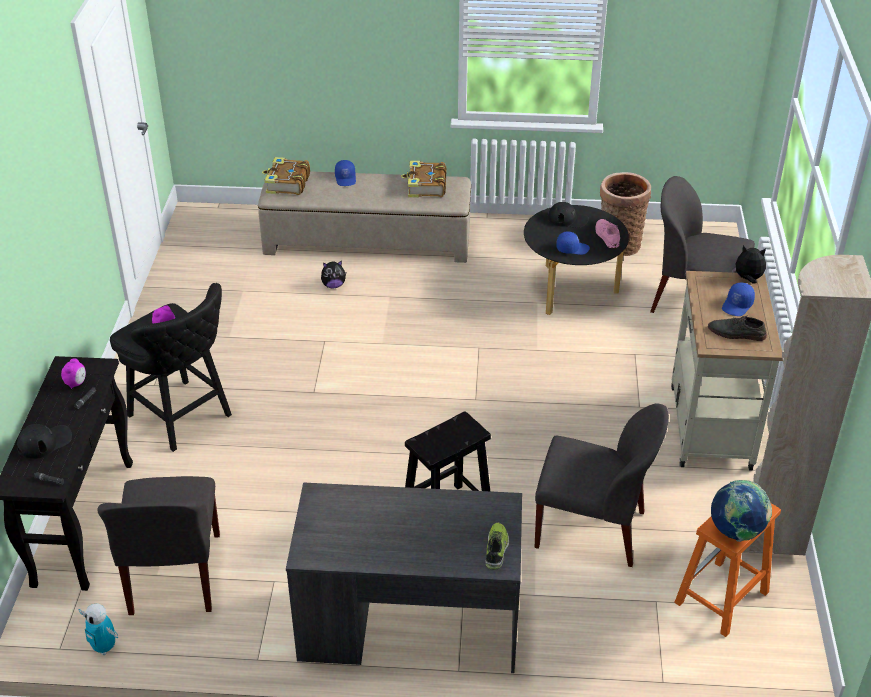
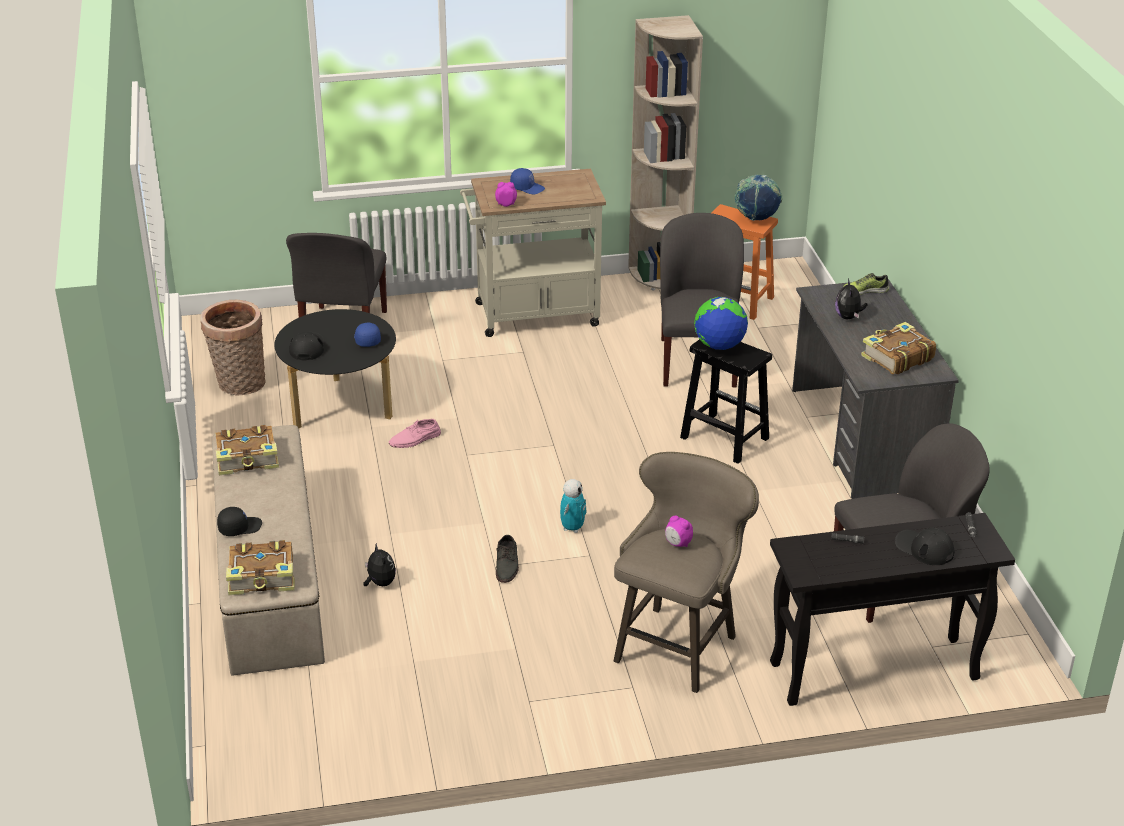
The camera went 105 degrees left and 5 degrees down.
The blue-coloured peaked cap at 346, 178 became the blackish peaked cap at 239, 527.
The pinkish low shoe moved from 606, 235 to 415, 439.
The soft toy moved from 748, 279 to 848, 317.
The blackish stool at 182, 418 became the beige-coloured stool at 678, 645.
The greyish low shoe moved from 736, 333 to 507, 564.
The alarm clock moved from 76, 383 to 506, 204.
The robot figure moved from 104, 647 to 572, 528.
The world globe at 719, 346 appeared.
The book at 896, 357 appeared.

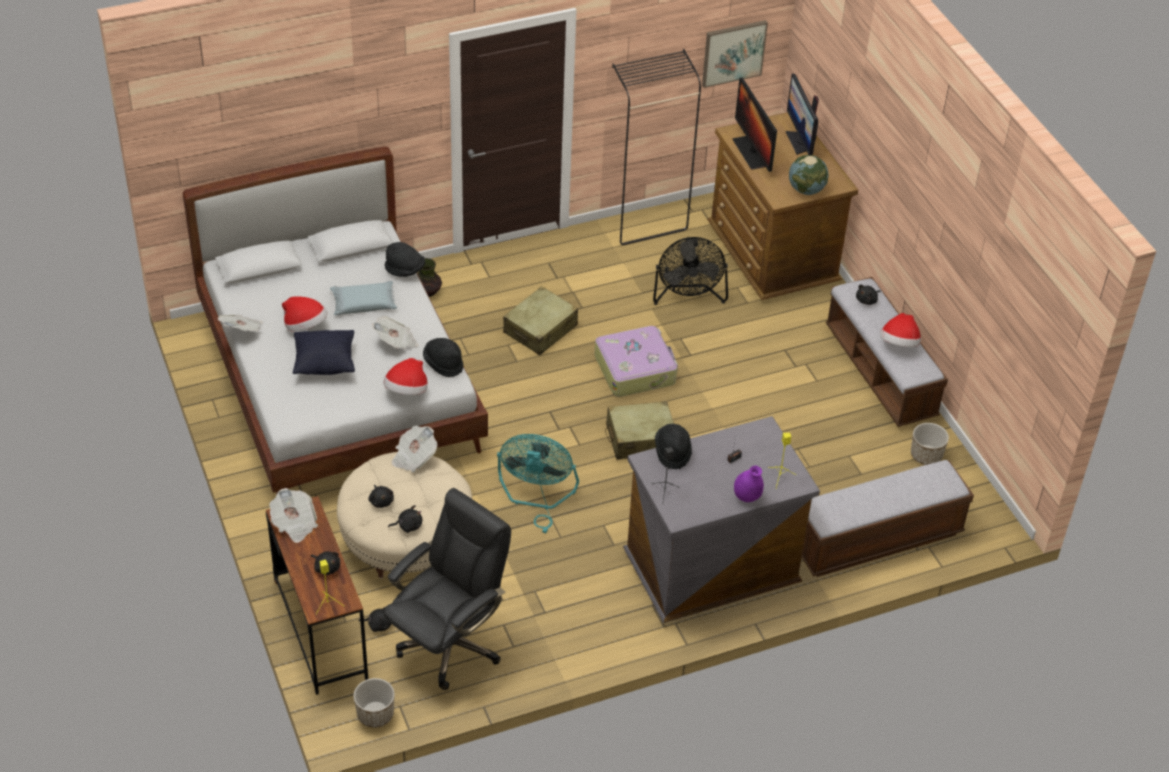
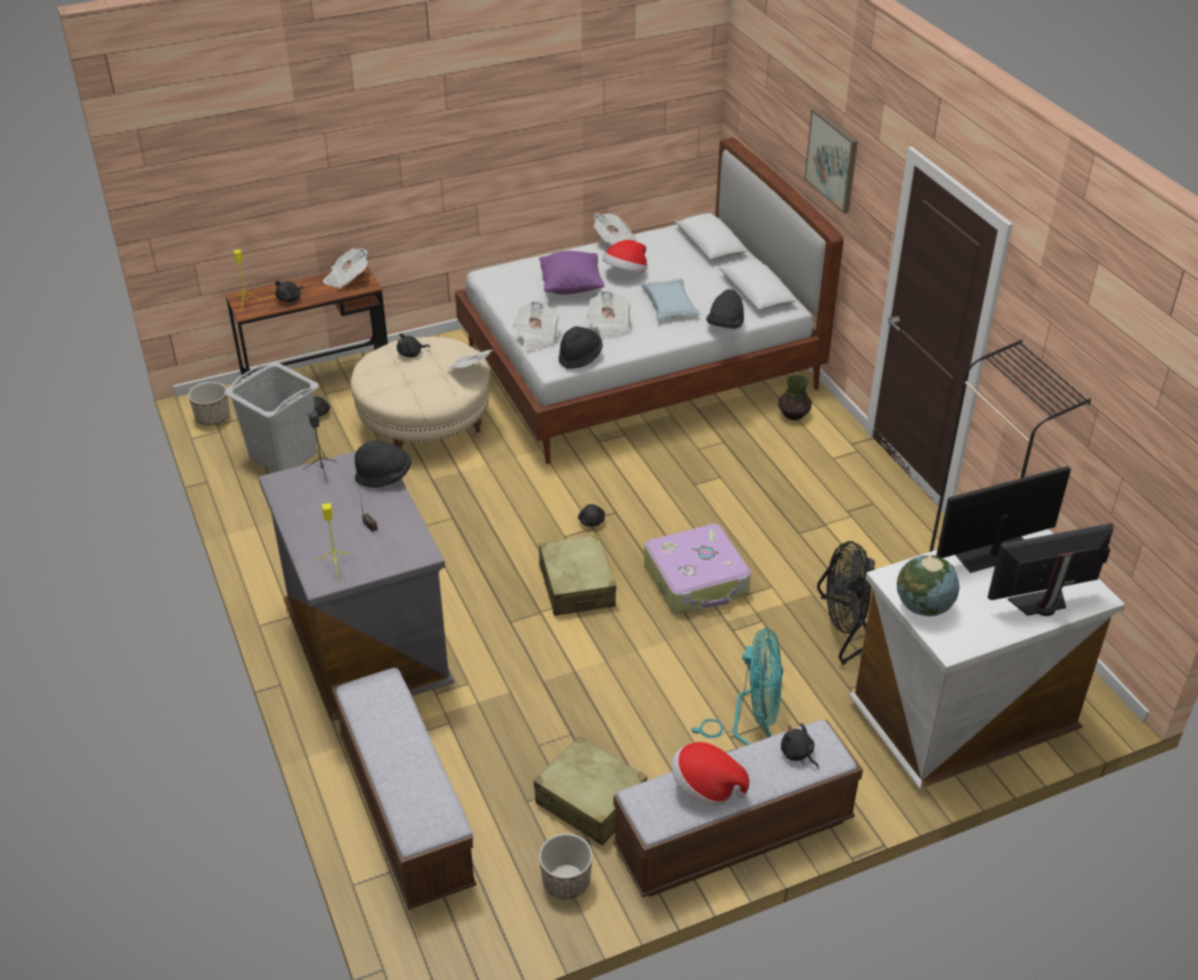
The camera went 90 degrees right and 5 degrees down.
The picture moved from 733, 52 to 832, 160.
The brown dresser at 773, 255 became the white-coloured dresser at 961, 719.
The beige-coloured suitcase moved from 540, 329 to 591, 802.
The blackish cushion at 325, 364 became the purple cushion at 571, 287.
The clothing hat at 407, 391 was replaced by the printed paper at 536, 337.
The turquoise-coloured electric fan moved from 536, 498 to 750, 721.
The purple vase at 747, 497 disappeared.
The blackish office chair at 448, 648 was replaced by the greyish hamper at 283, 456.
The blackish soft toy moved from 408, 525 to 591, 521.

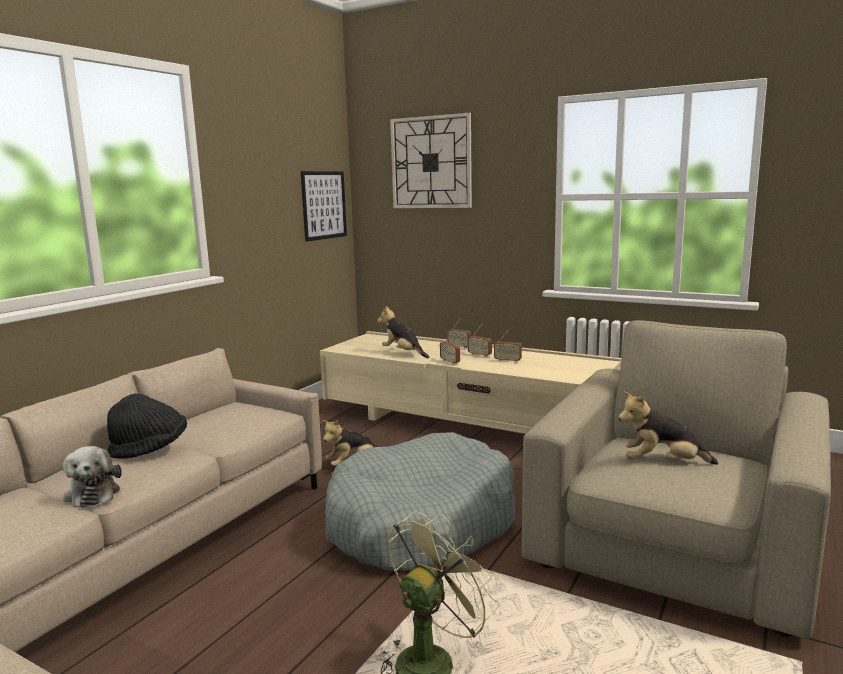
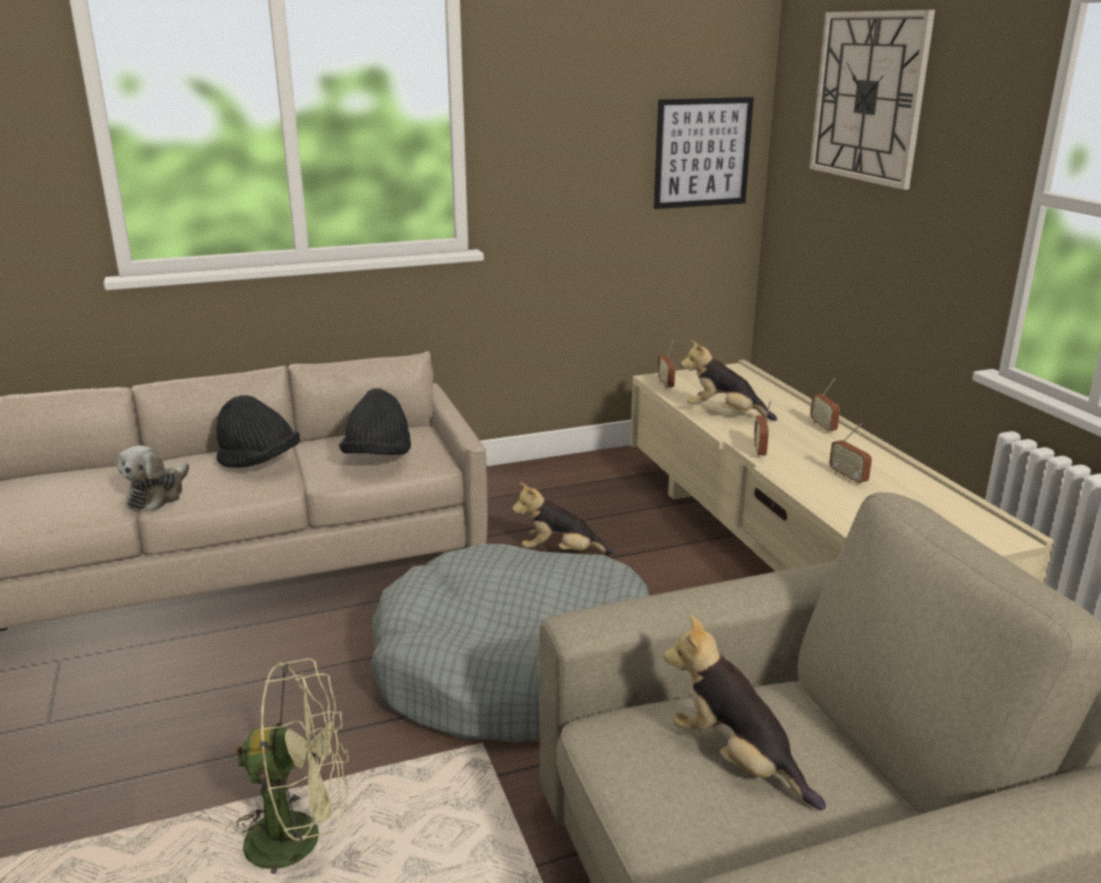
The camera went 40 degrees right and 10 degrees up.
The soft toy at 403, 353 turned 60 degrees counterclockwise.
The radio set moved from 479, 355 to 666, 384.
The blackish clothing hat at 378, 457 appeared.

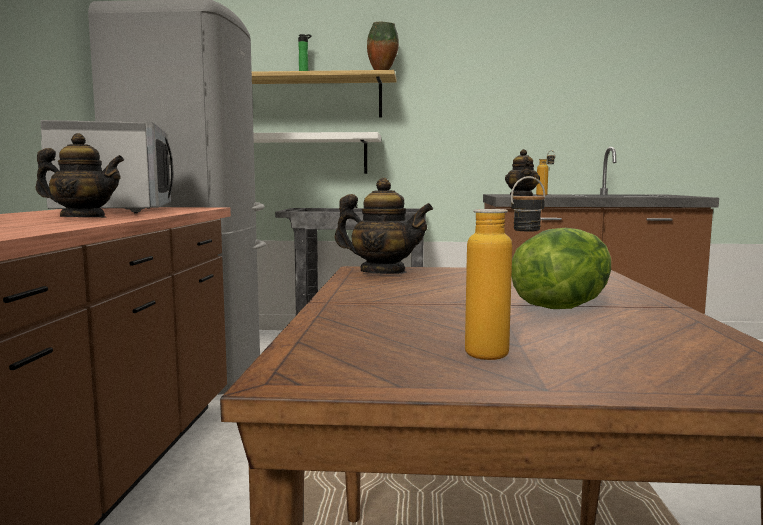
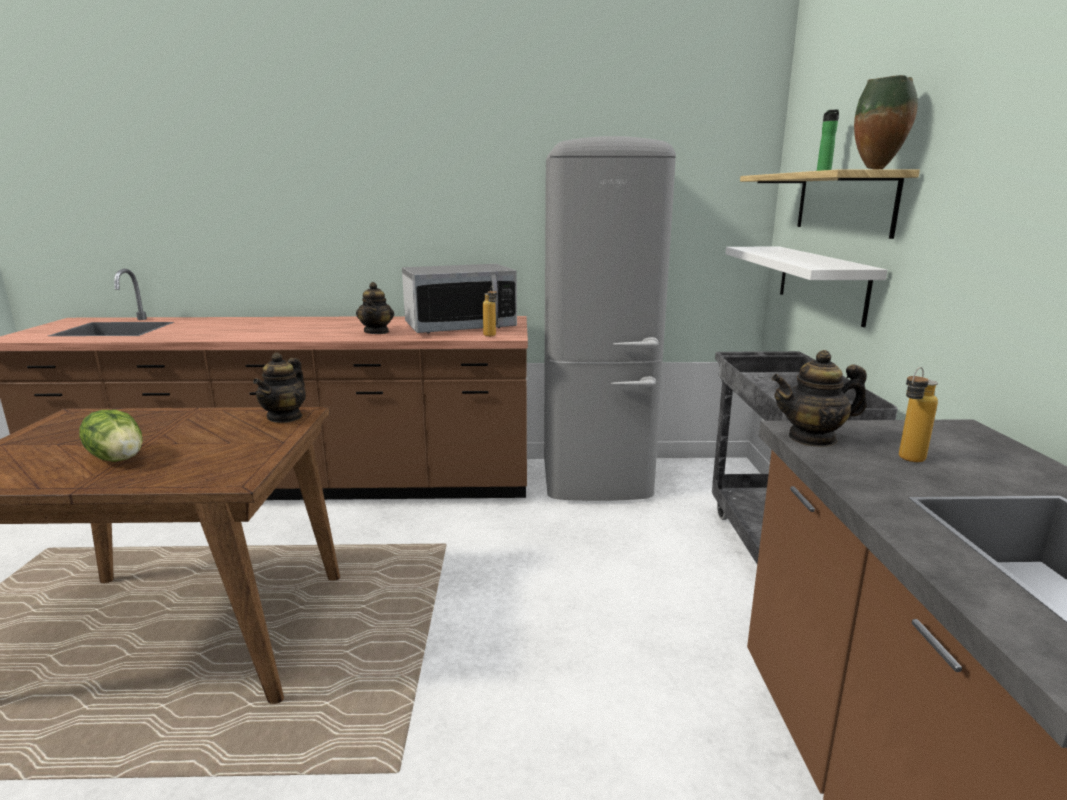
The camera went 85 degrees right and 10 degrees up.
The drink bottle moved from 503, 353 to 491, 336.

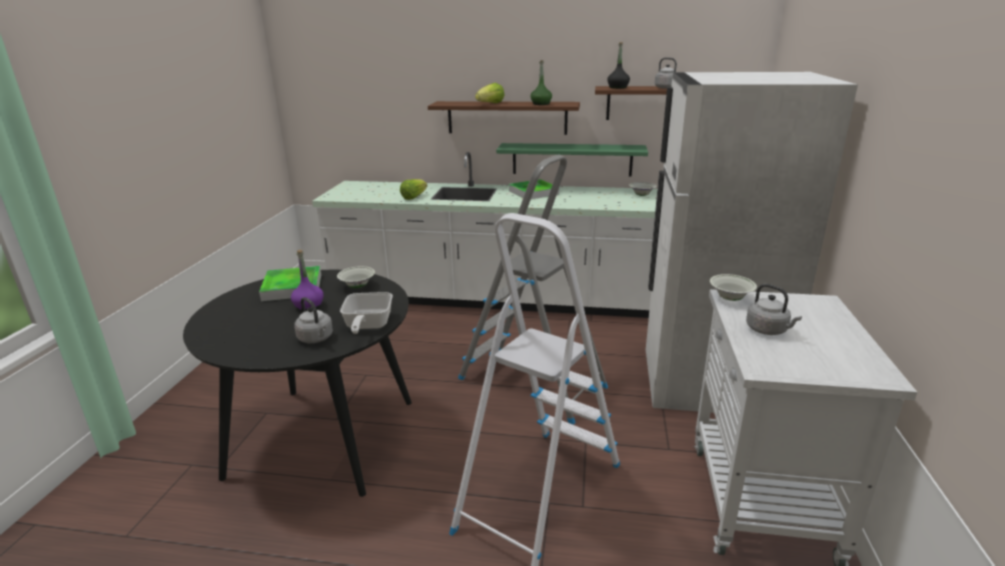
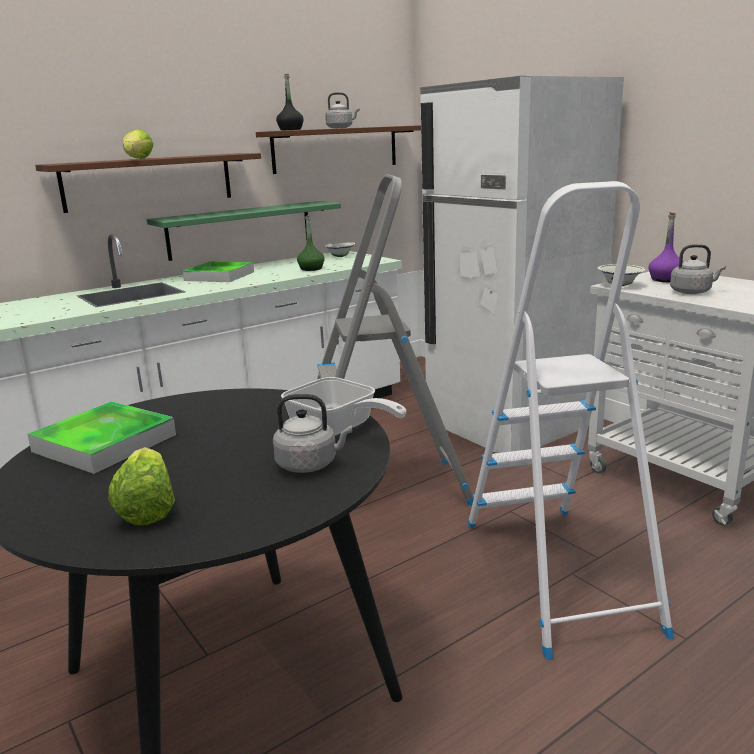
The camera went 45 degrees left and 5 degrees down.
The green-coloured drink bottle moved from 541, 104 to 311, 269.
The lettuce moved from 414, 197 to 147, 508.
The purple drink bottle moved from 309, 306 to 666, 279.
The white-coloured deep dish at 357, 286 disappeared.

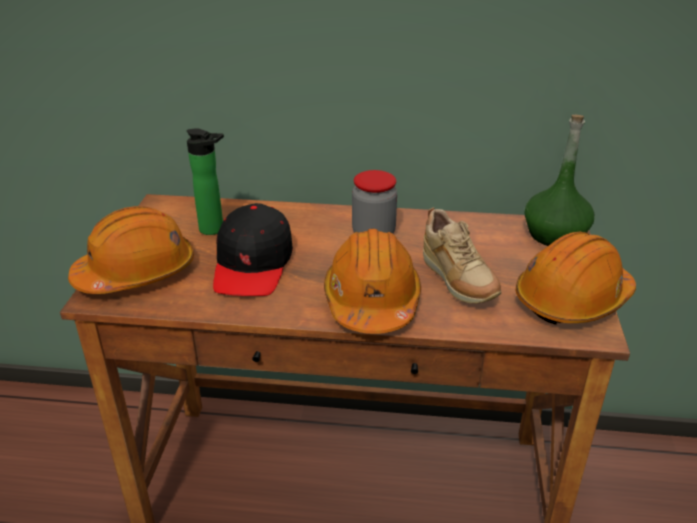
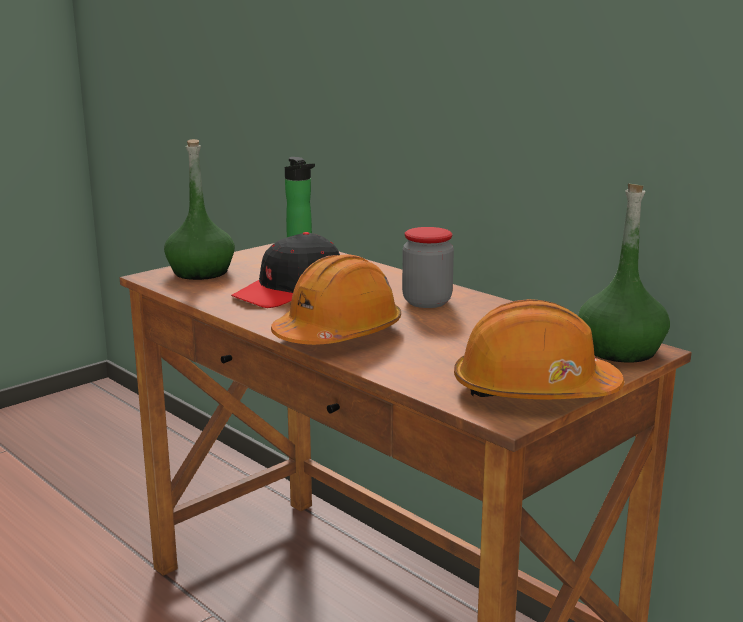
The camera went 40 degrees right and 15 degrees down.
The orangey work helmet at 137, 273 was replaced by the green-coloured drink bottle at 201, 273.
The beige-coloured low shoe at 457, 283 disappeared.

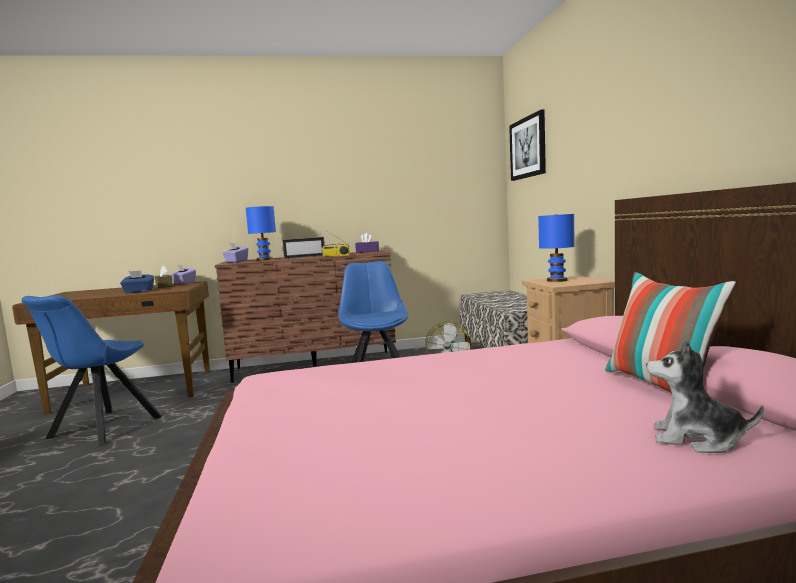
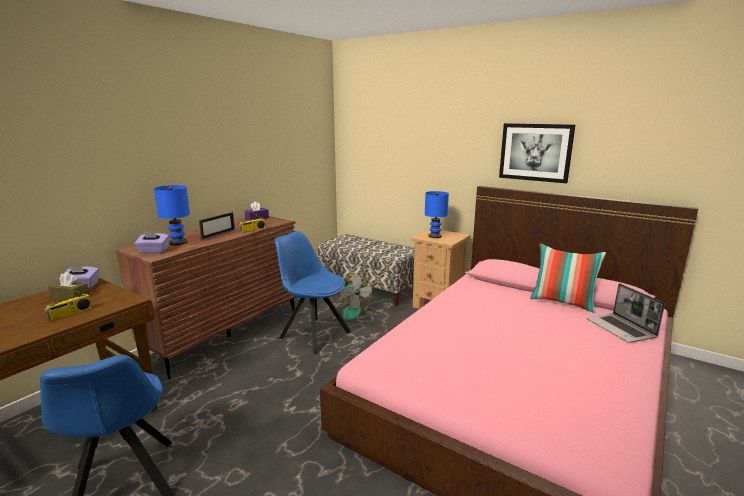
The camera went 45 degrees left and 10 degrees up.
The picture moved from 528, 147 to 535, 152.
The blue-coloured box of tissues at 138, 291 was replaced by the radio set at 70, 314.
The soft toy at 696, 439 was replaced by the laptop at 621, 329.

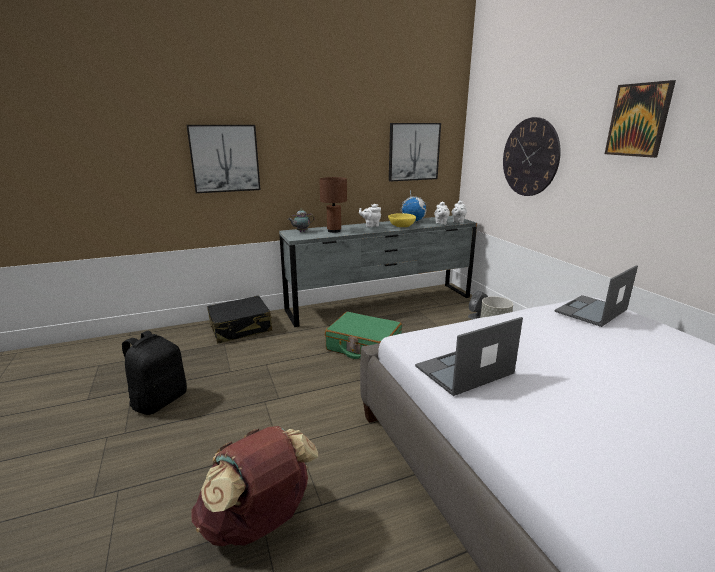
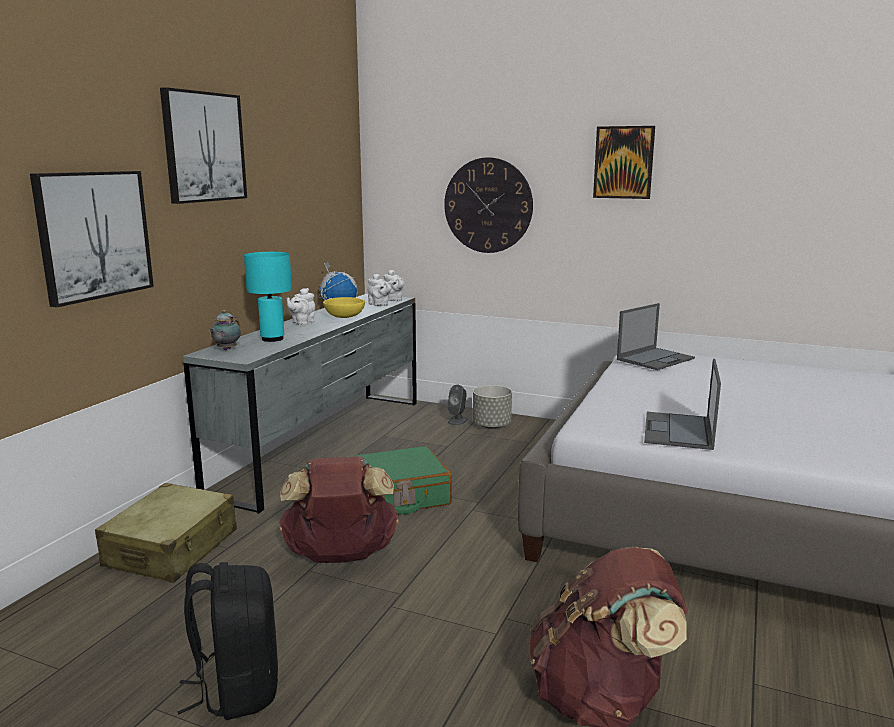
The camera went 45 degrees left and 5 degrees down.
The picture moved from 413, 152 to 204, 147.
The brown table lamp at 333, 231 became the turquoise-coloured table lamp at 272, 339.
The laptop at 591, 311 turned 135 degrees counterclockwise.
The blackish suitcase at 241, 328 became the beige-coloured suitcase at 172, 548.
The brown rucksack at 340, 557 appeared.

